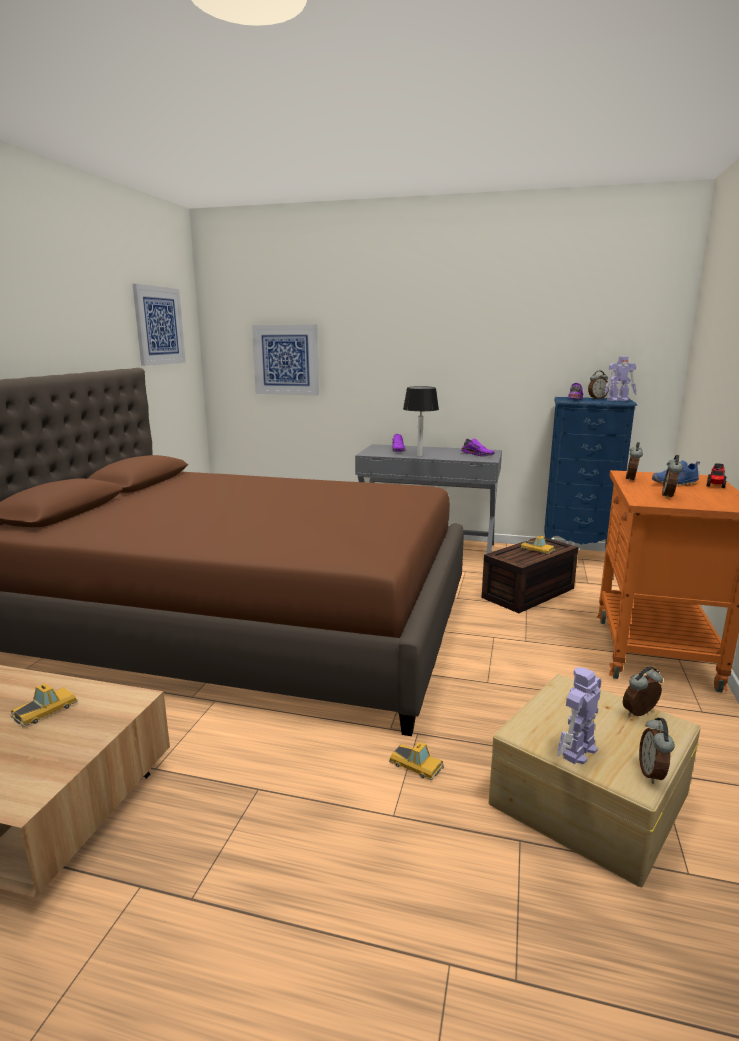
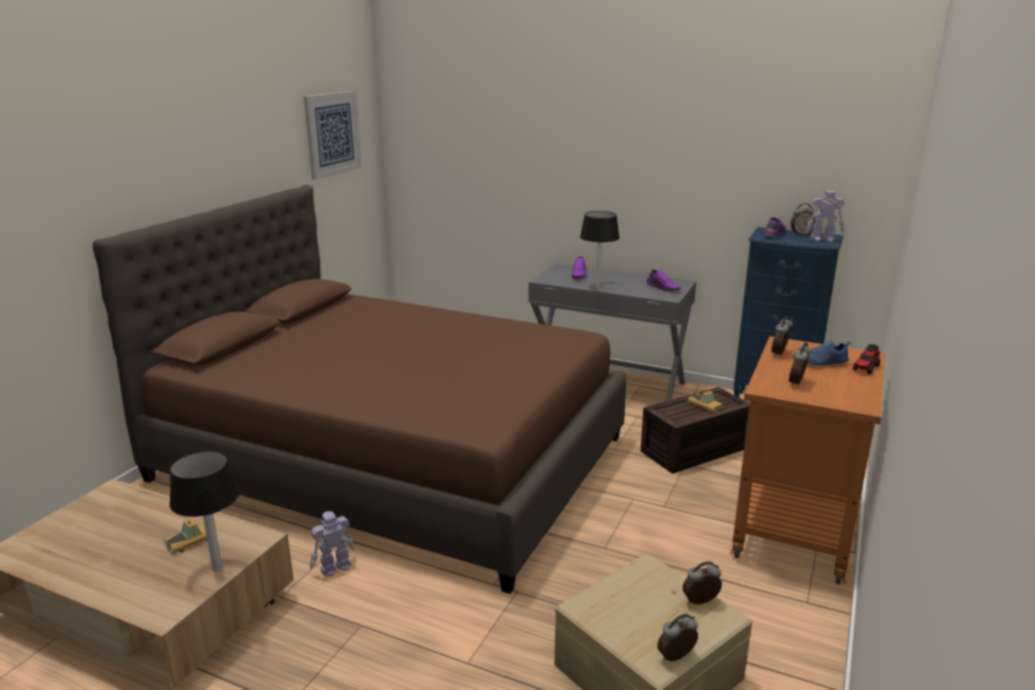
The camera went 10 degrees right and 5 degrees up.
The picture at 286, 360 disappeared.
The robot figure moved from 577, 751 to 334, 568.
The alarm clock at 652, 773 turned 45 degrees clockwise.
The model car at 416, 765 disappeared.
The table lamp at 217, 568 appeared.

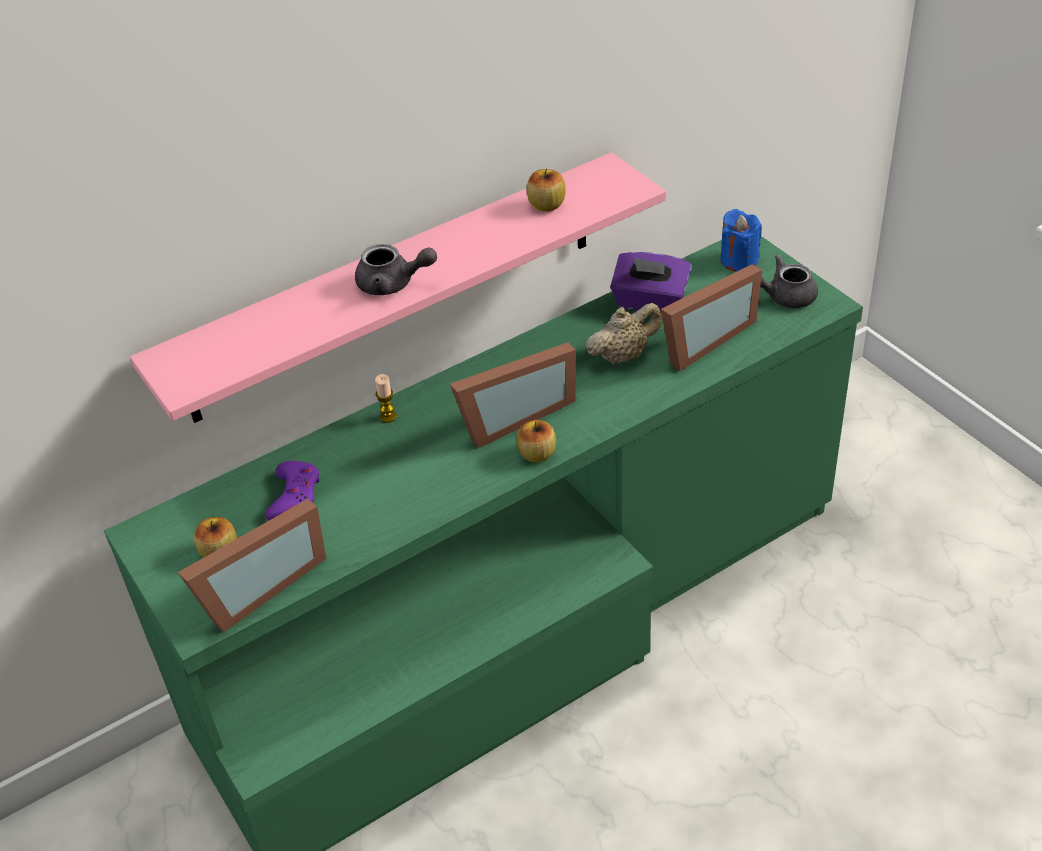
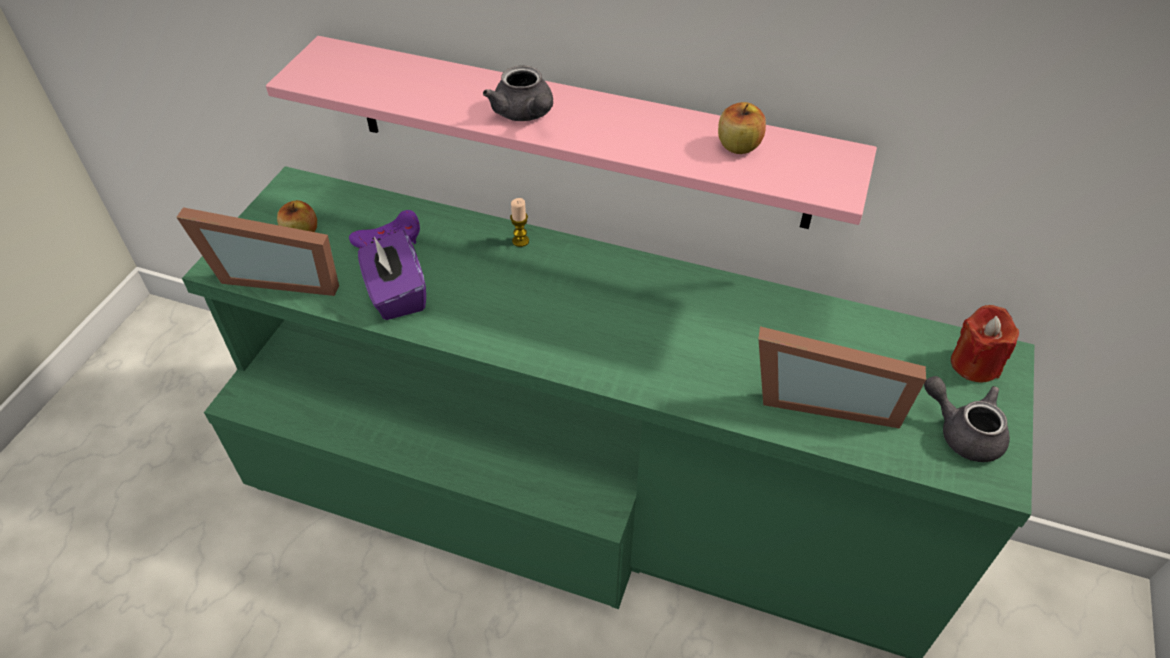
The camera went 50 degrees right and 5 degrees up.
The blue-coloured candle at 739, 260 became the red candle at 974, 364.
The purple box of tissues moved from 650, 302 to 396, 294.
The beige-coloured teapot at 623, 355 disappeared.
The picture frame at 511, 416 disappeared.
The whole apple at 537, 454 disappeared.

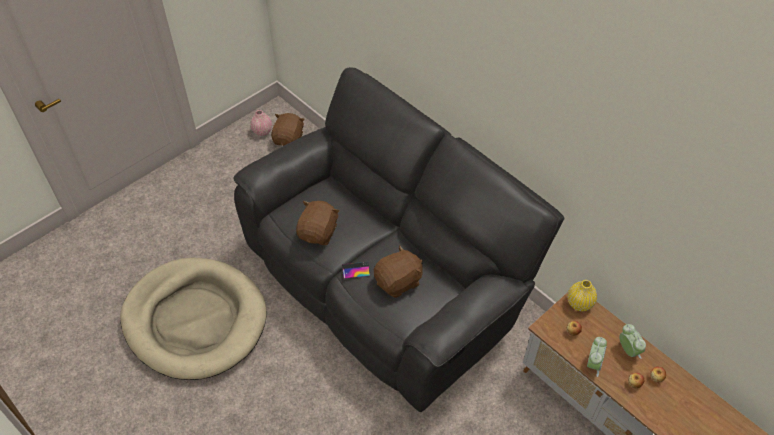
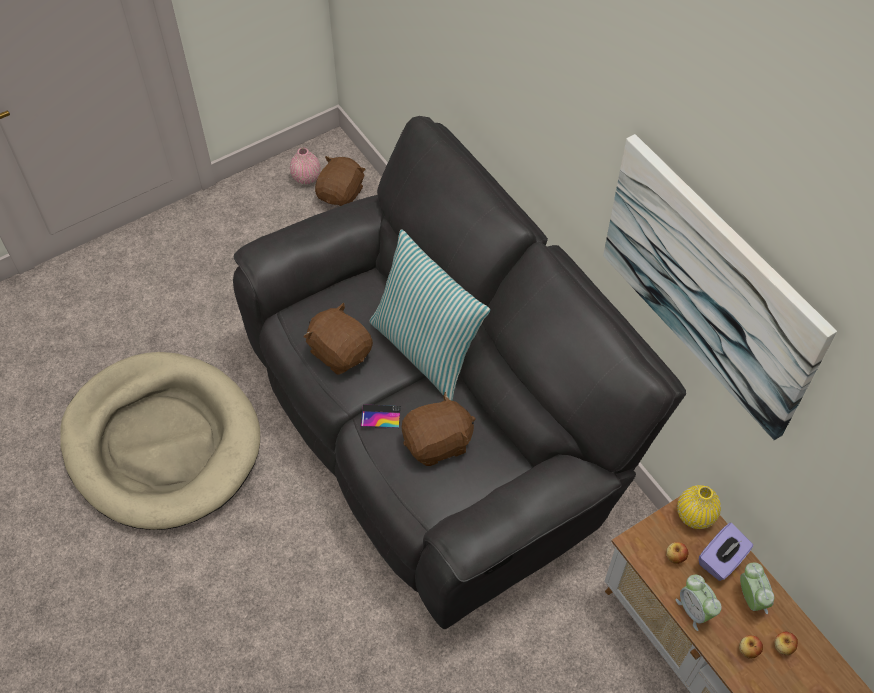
The camera went 10 degrees right and 5 degrees up.
The brown soft toy at 318, 232 turned 75 degrees counterclockwise.
The alarm clock at 593, 364 turned 120 degrees clockwise.
The picture at 710, 286 appeared.
The cushion at 426, 349 appeared.
The purple box of tissues at 721, 560 appeared.

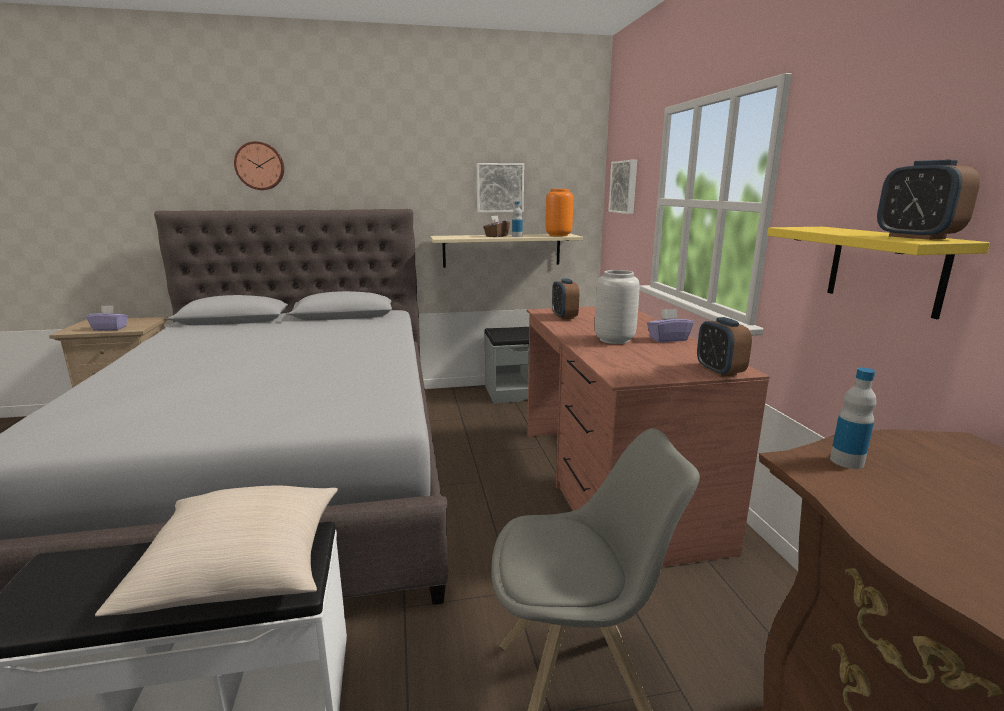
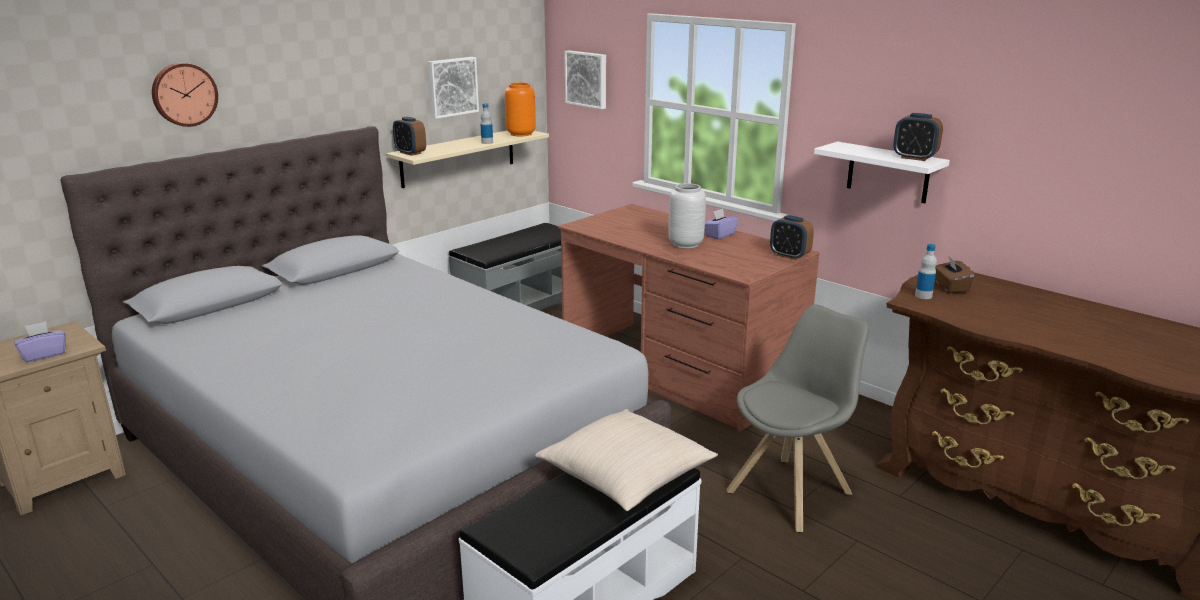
The camera went 35 degrees left and 5 degrees up.
The brown box of tissues moved from 496, 236 to 950, 287.
The yellow-coloured wall shelf at 885, 269 became the white-coloured wall shelf at 888, 172.
The alarm clock moved from 564, 317 to 410, 153.

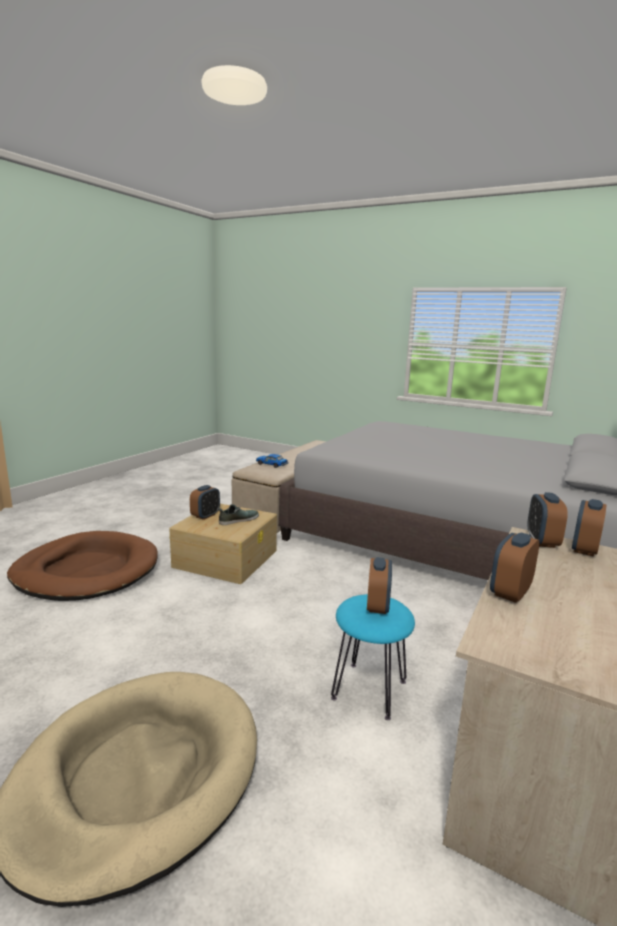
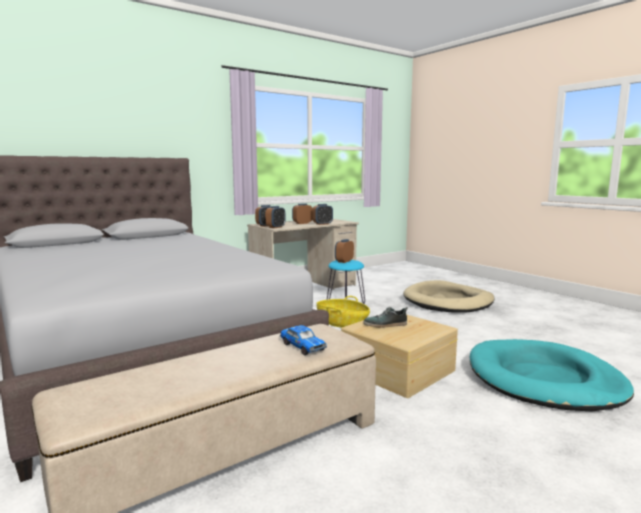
The camera went 155 degrees left and 5 degrees down.
The alarm clock moved from 205, 516 to 302, 223.
The brown dog bed at 87, 571 became the turquoise-coloured dog bed at 544, 380.
The household basket at 342, 323 appeared.

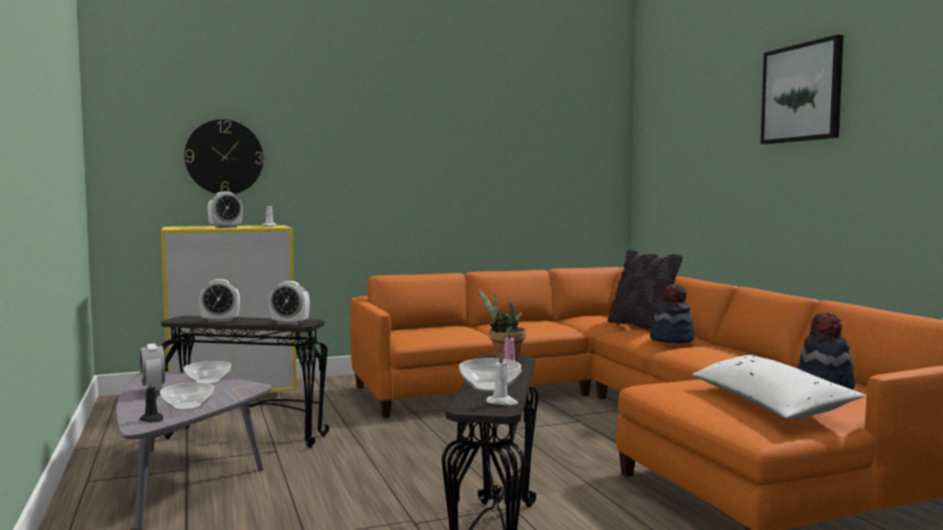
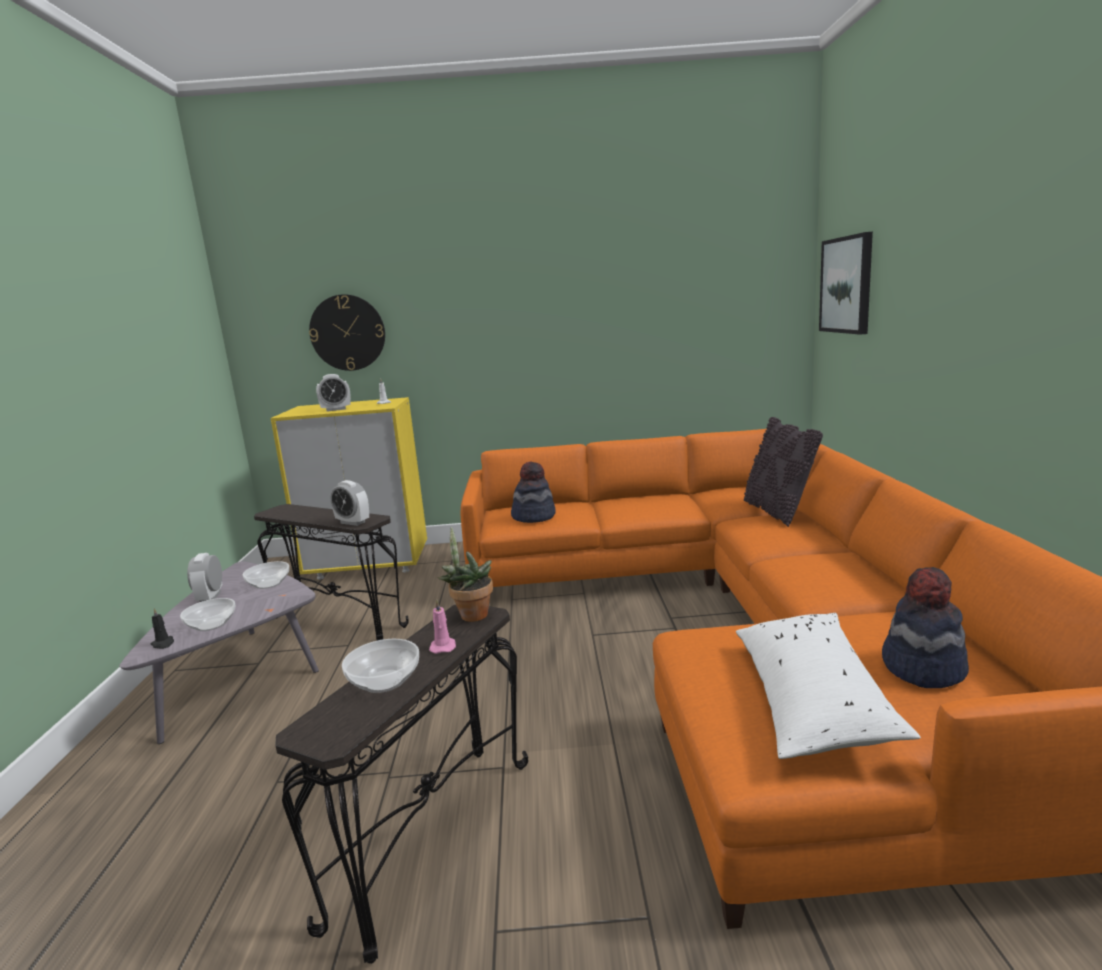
The camera went 20 degrees right and 10 degrees up.
The picture moved from 802, 93 to 847, 285.
The alarm clock at 220, 321 disappeared.
The clothing hat moved from 672, 339 to 534, 516.
The white-coloured candle at 502, 402 disappeared.

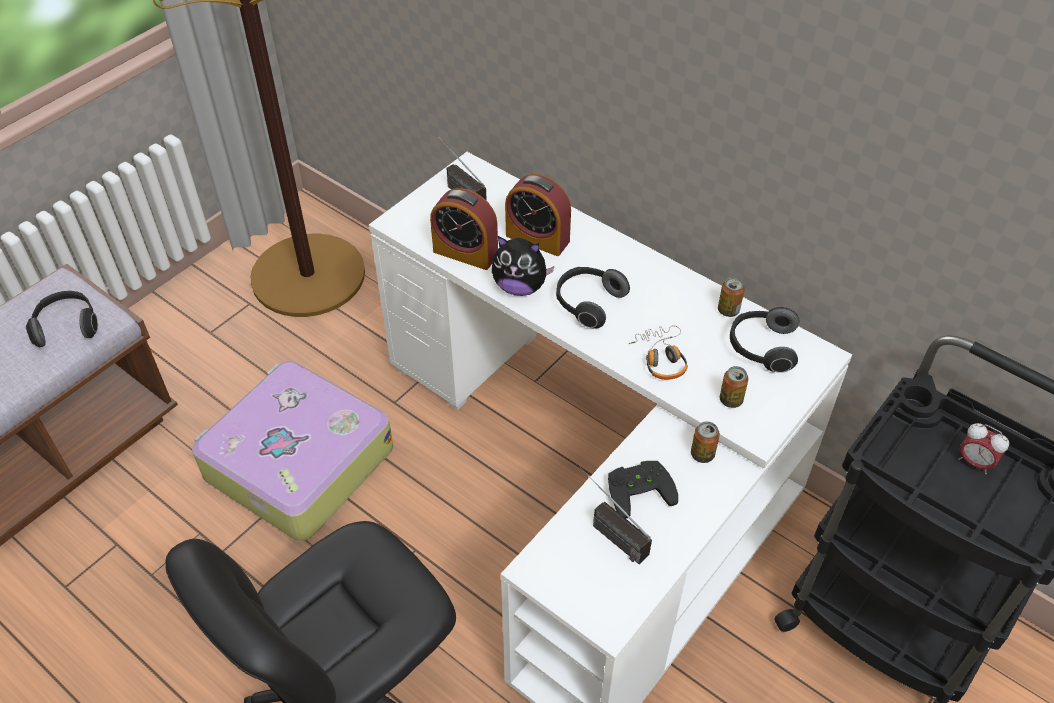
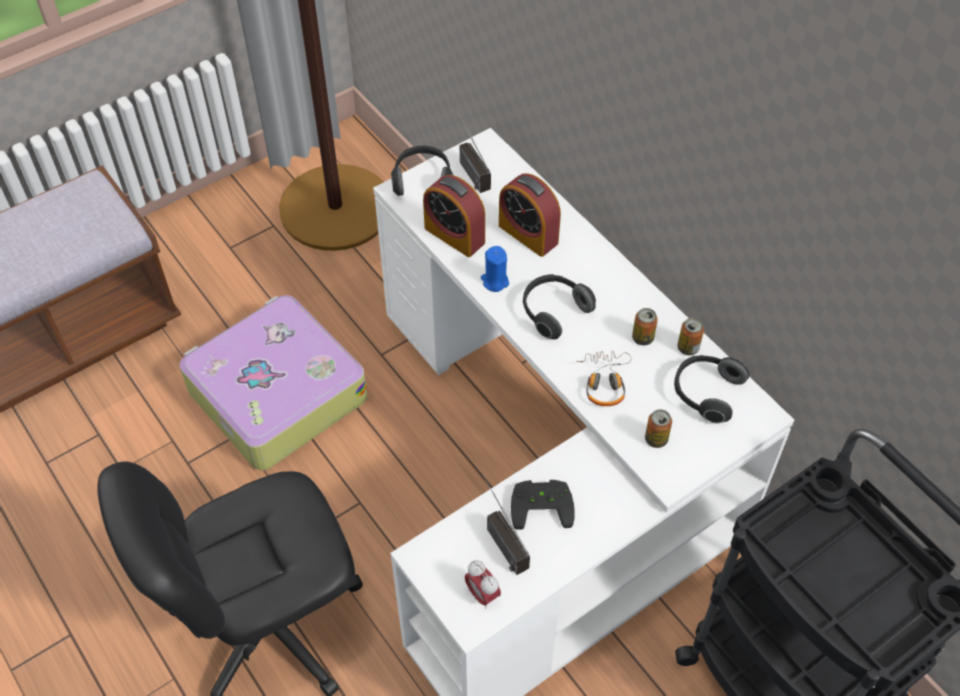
The camera went 15 degrees right and 5 degrees up.
The soft toy at 520, 287 was replaced by the blue-coloured candle at 495, 281.
The pair of headphones moved from 67, 326 to 422, 180.
The sealed can moved from 702, 454 to 642, 338.
The alarm clock moved from 974, 462 to 482, 594.

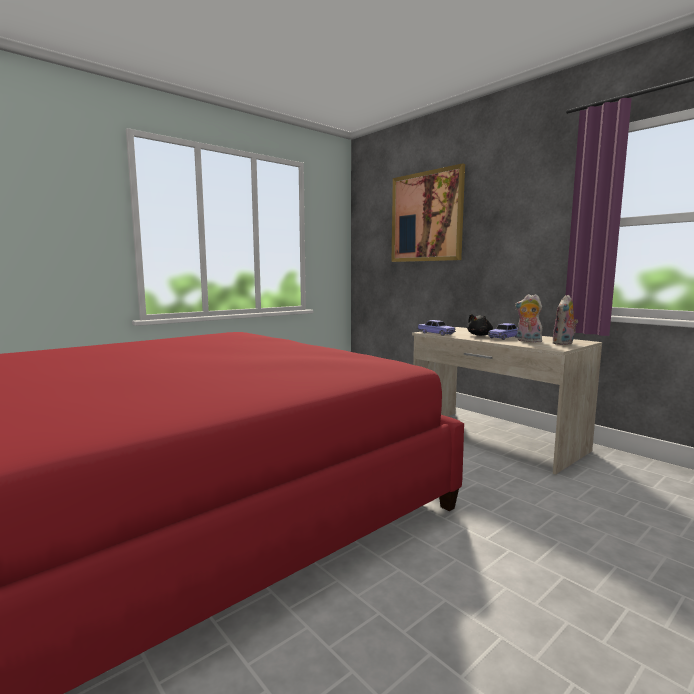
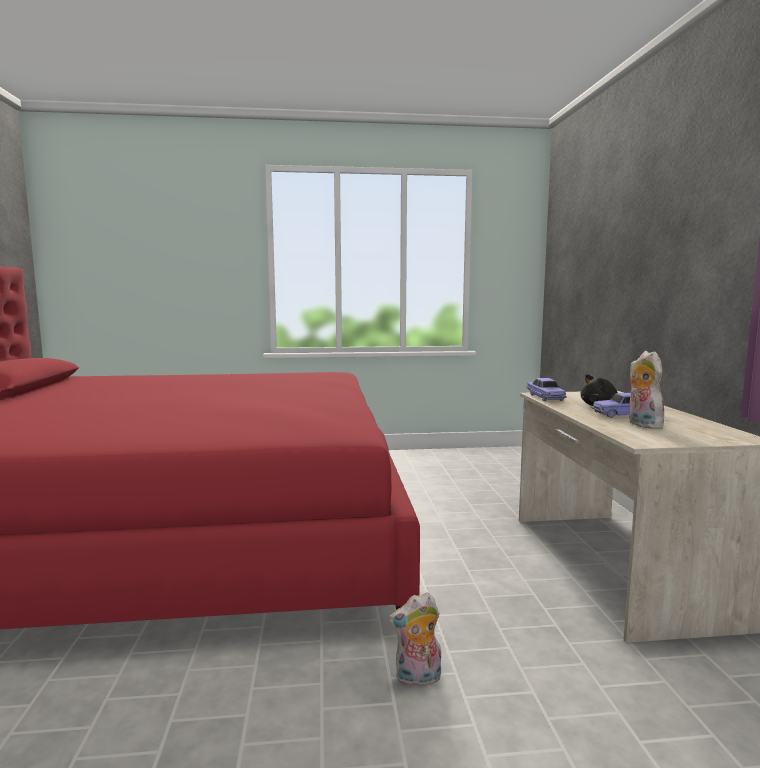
The camera went 35 degrees right and 0 degrees up.
The picture at 426, 217 disappeared.
The soft toy moved from 564, 343 to 417, 679.

